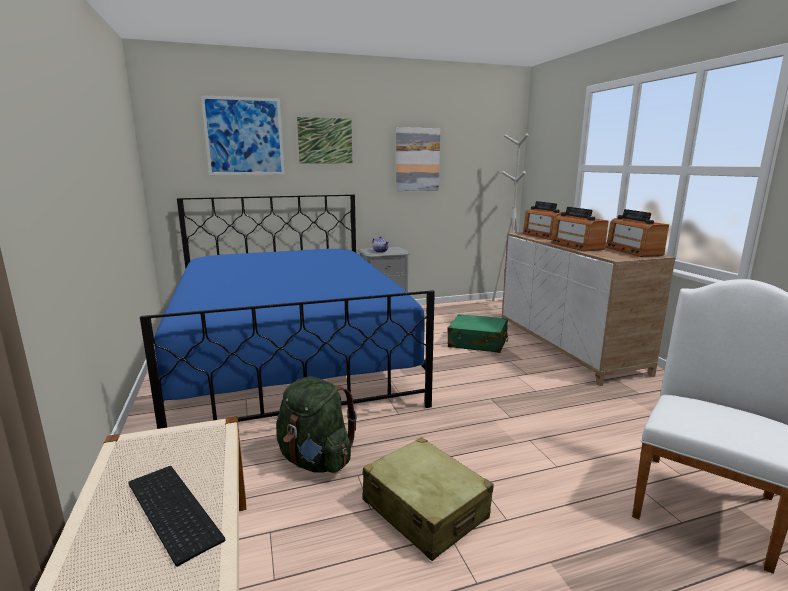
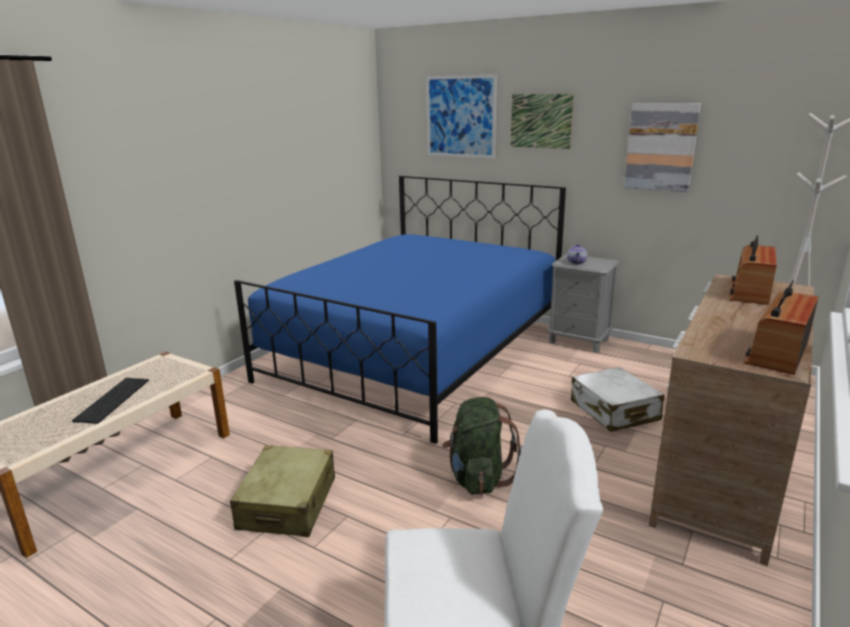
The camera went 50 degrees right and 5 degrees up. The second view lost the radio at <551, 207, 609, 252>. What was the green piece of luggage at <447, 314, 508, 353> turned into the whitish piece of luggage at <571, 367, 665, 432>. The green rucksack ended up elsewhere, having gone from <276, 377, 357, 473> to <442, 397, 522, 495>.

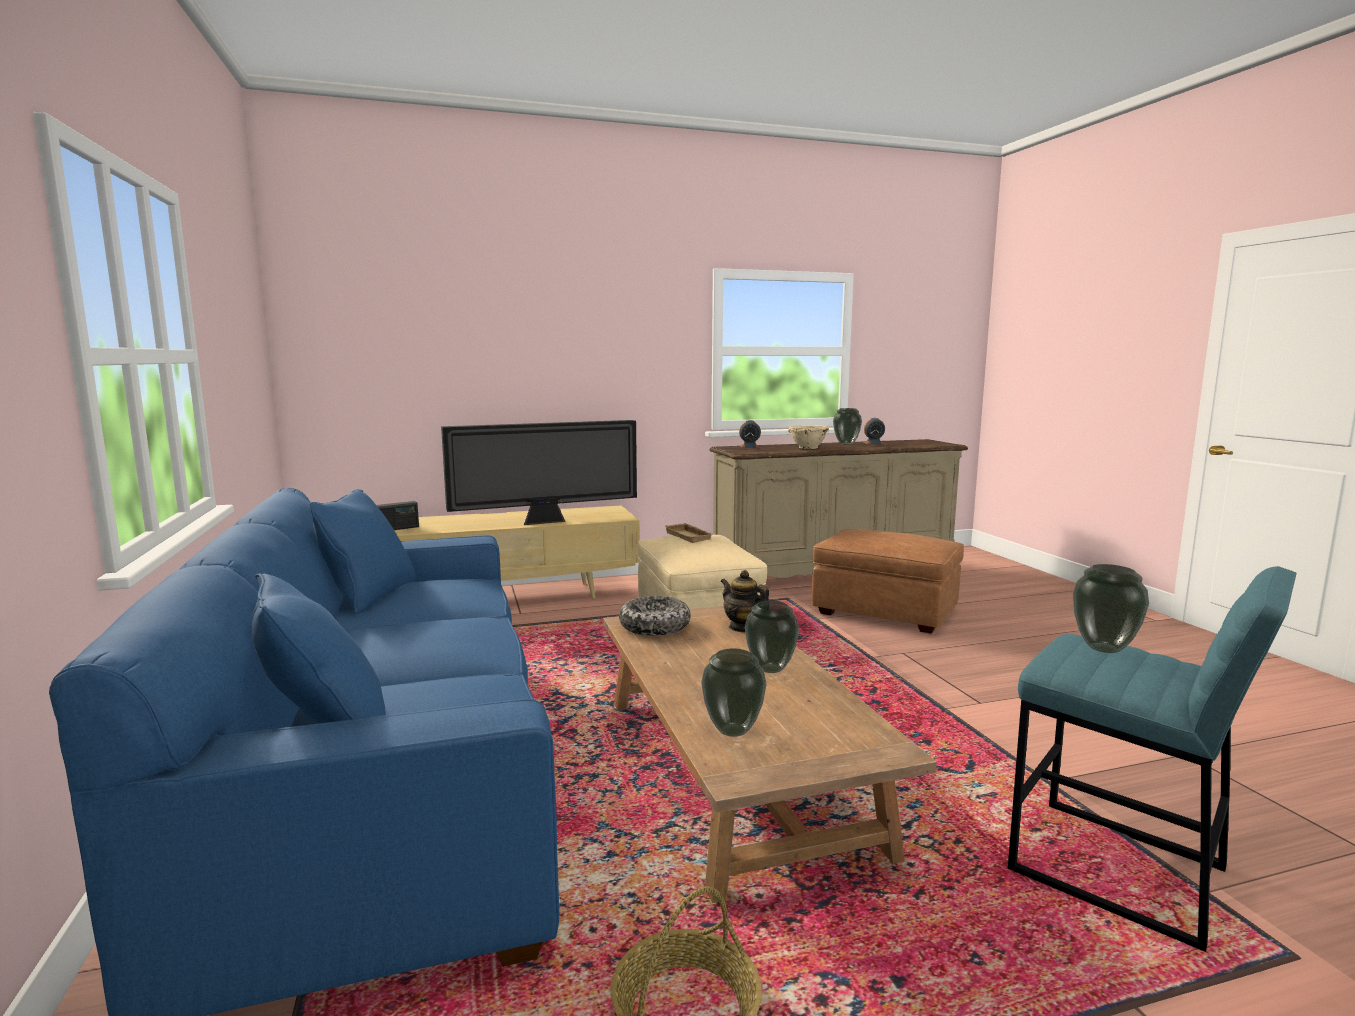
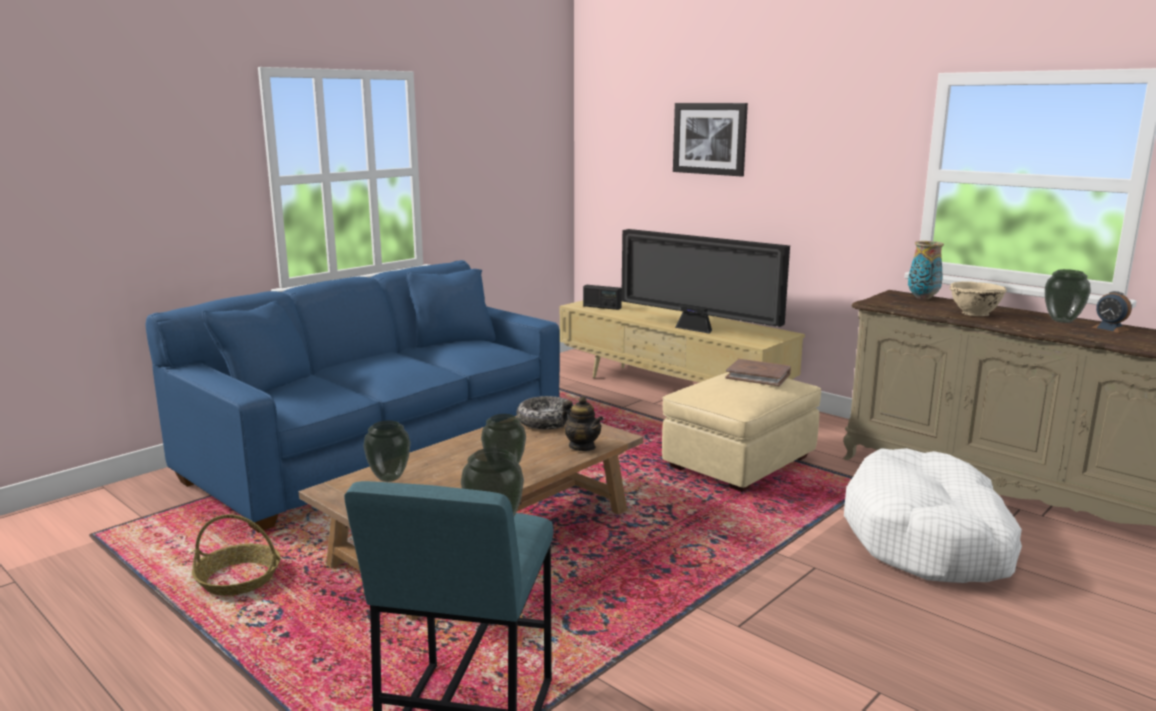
The camera went 60 degrees right and 5 degrees up. Where the alarm clock stood at <739, 420, 761, 448>, the flower vase came to stand at <908, 241, 944, 299>. Where the sand-coloured carrying tray stood at <664, 523, 714, 543>, the brown-coloured book came to stand at <725, 359, 791, 386>. Where the brown-coloured pouffe stood at <812, 529, 964, 634>, the whitish dog cushion came to stand at <844, 448, 1022, 583>. The pot for tea at <721, 570, 769, 632> ended up facing another way, 120 degrees clockwise from before. The second view gained the wall picture at <673, 103, 748, 176>.

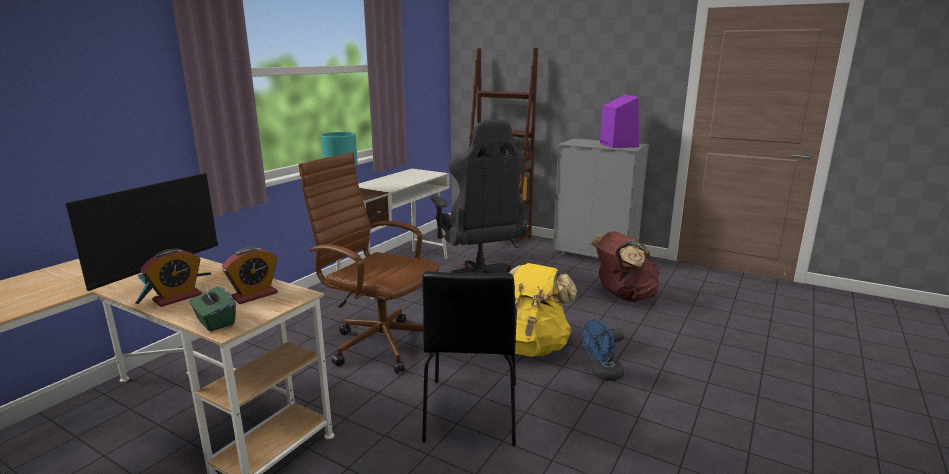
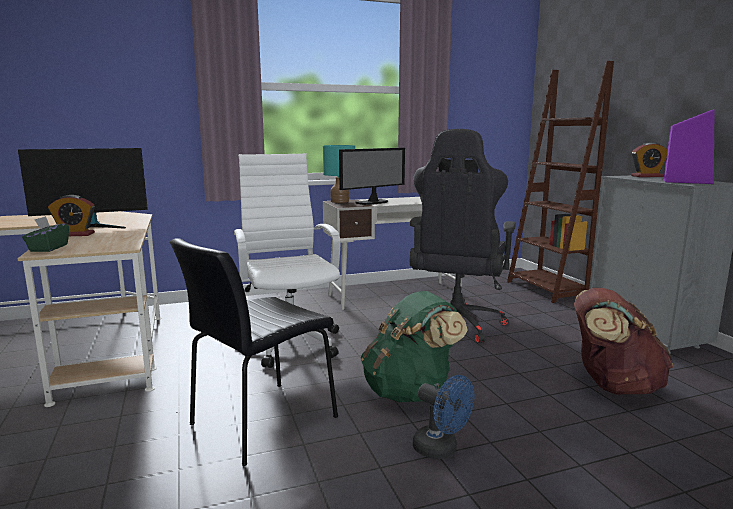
The camera went 40 degrees right and 5 degrees down. What was the brown-coloured computer chair at <299, 152, 439, 373> turned into the whitish computer chair at <234, 153, 341, 368>. The alarm clock ended up elsewhere, having gone from <222, 247, 278, 304> to <631, 142, 667, 177>. What was the yellowish rucksack at <508, 263, 577, 357> turned into the green rucksack at <361, 291, 468, 402>. The blue fan at <582, 319, 624, 381> ended up facing another way, 150 degrees counterclockwise from before. The second view gained the monitor at <339, 148, 405, 205>.

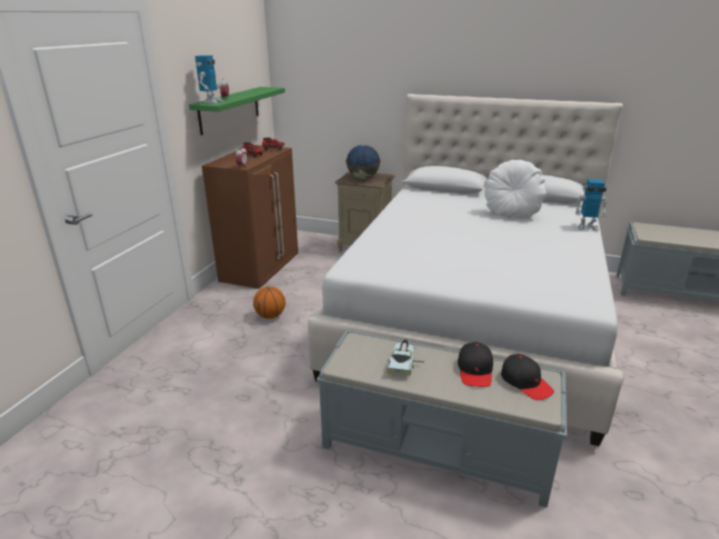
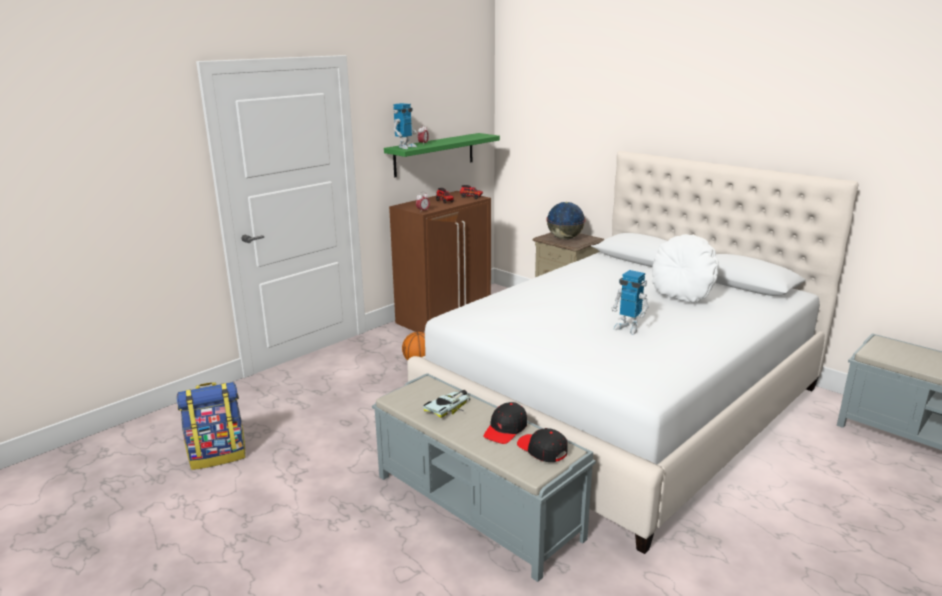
The camera went 25 degrees right and 5 degrees down. The model robot ended up elsewhere, having gone from <575, 179, 607, 232> to <611, 270, 649, 335>. The blackish baseball cap at <501, 354, 554, 401> ended up facing another way, 150 degrees clockwise from before. The second view gained the rucksack at <177, 382, 246, 470>.

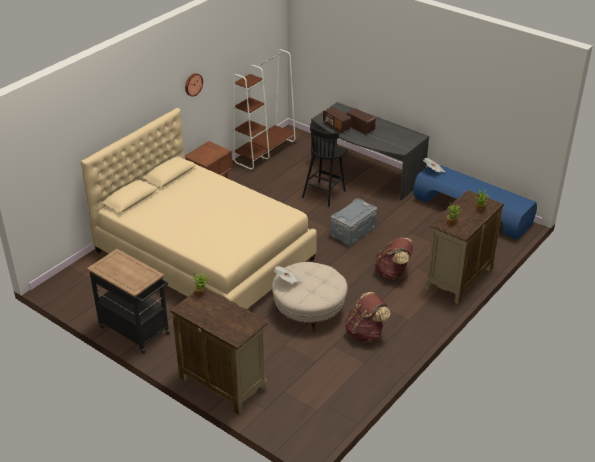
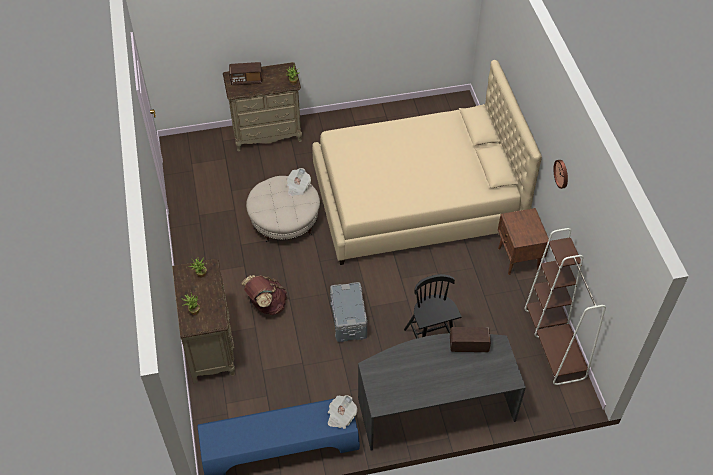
The camera went 130 degrees right and 15 degrees up. The radio ended up elsewhere, having gone from <346, 108, 376, 134> to <229, 62, 262, 85>. The second view lost the blackish wheeled cart at <87, 249, 170, 354>. The second view lost the brown-coloured rucksack at <345, 292, 391, 342>.

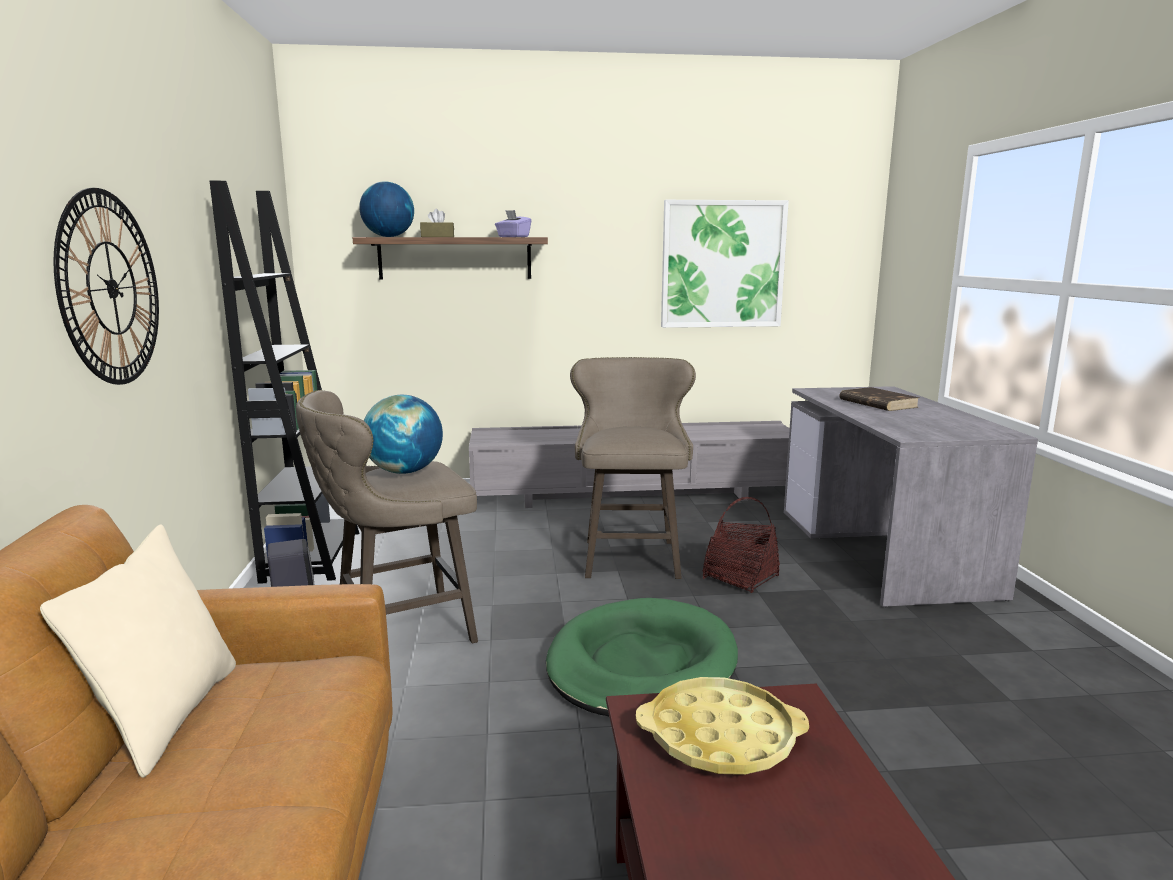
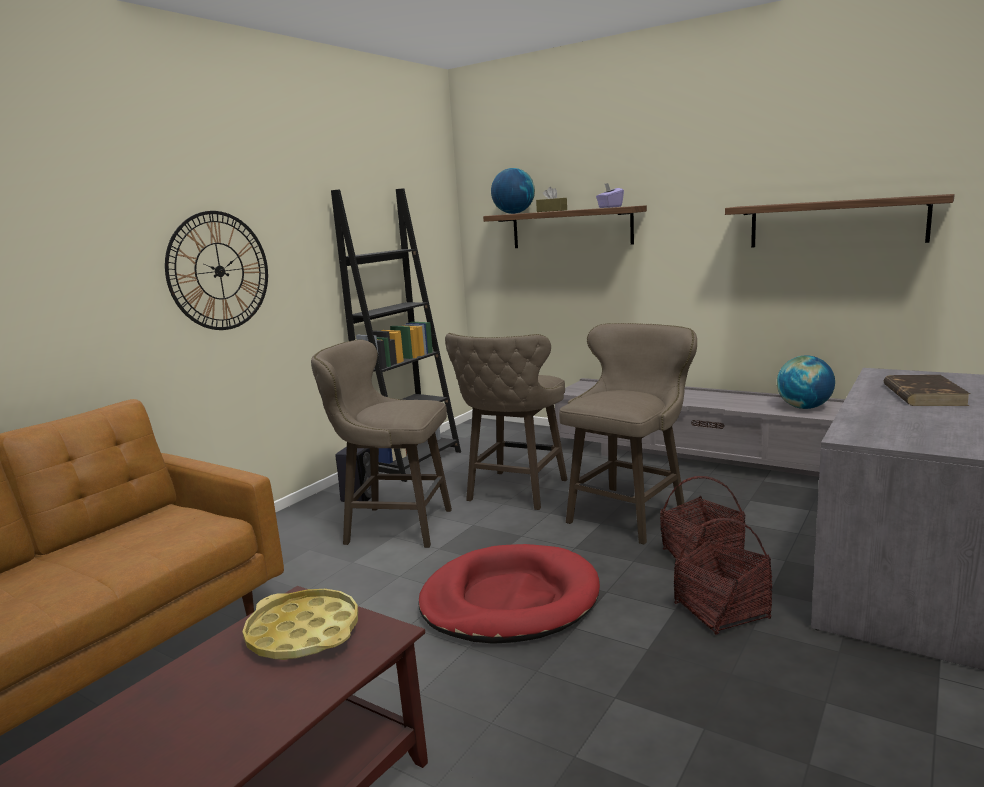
The camera went 40 degrees right and 0 degrees up. Where the wall picture hung at <661, 200, 789, 328>, the shelf came to hang at <725, 194, 955, 247>. The world globe ended up elsewhere, having gone from <364, 395, 443, 474> to <777, 355, 835, 409>. The second view lost the sand-coloured cushion at <40, 525, 236, 778>. What was the green dog cushion at <546, 598, 738, 716> turned into the red-coloured dog cushion at <418, 544, 600, 644>. The second view gained the sand-coloured sitting stool at <445, 333, 567, 510>. The second view gained the basket at <674, 518, 772, 635>.

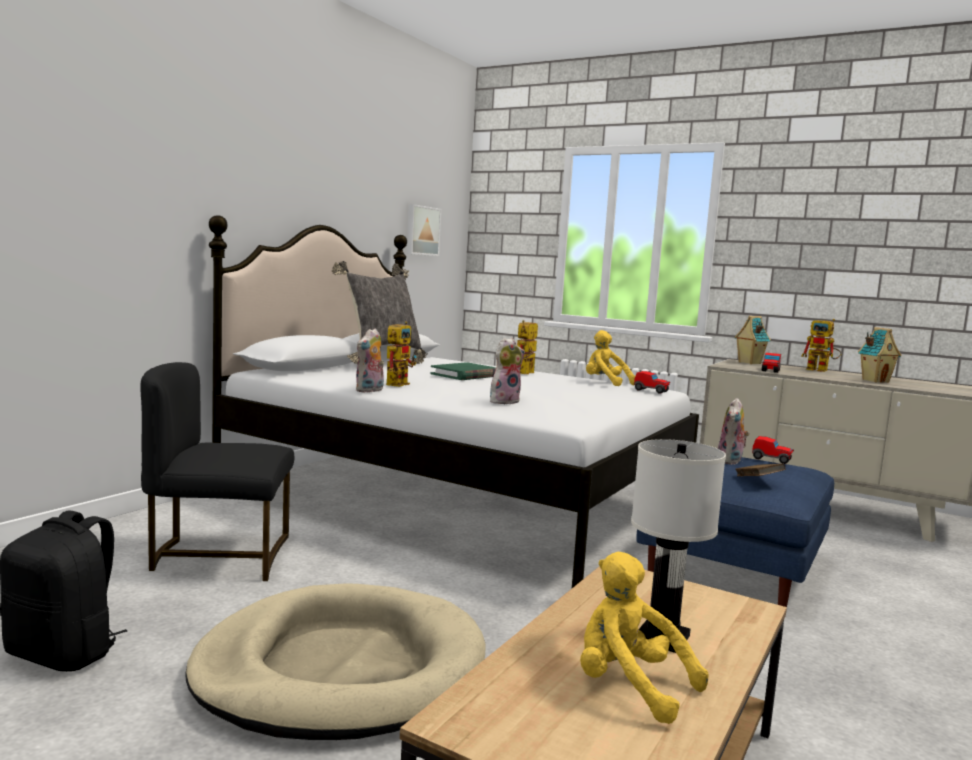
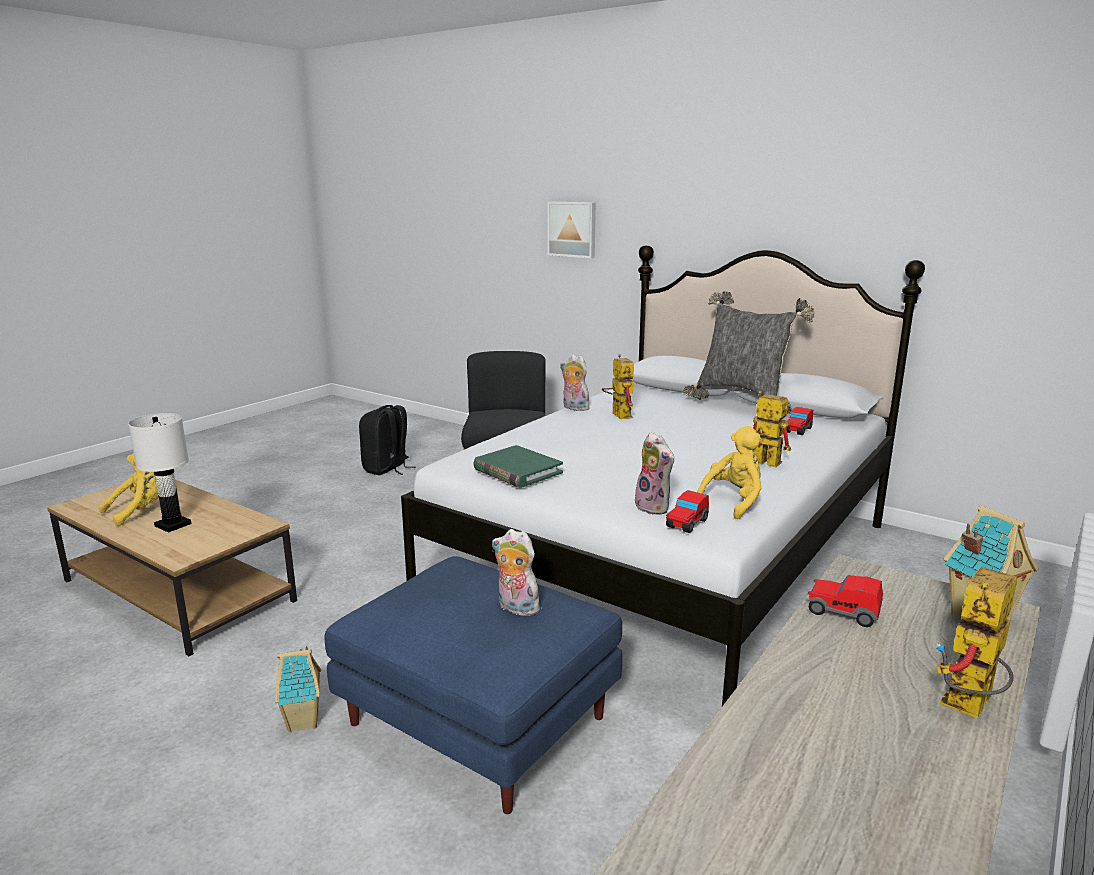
The camera went 95 degrees right and 10 degrees up. The wall picture ended up elsewhere, having gone from <407, 204, 441, 256> to <548, 202, 596, 258>. The model robot at <386, 321, 417, 387> ended up facing another way, 135 degrees counterclockwise from before. The model house ended up elsewhere, having gone from <858, 327, 902, 383> to <275, 646, 321, 732>. The plush toy ended up elsewhere, having gone from <490, 338, 525, 404> to <634, 432, 675, 515>. The green book ended up elsewhere, having gone from <430, 362, 496, 380> to <473, 445, 563, 488>. The miniature car ended up elsewhere, having gone from <752, 436, 794, 464> to <787, 407, 813, 435>. The second view lost the brown-coloured book at <735, 464, 786, 476>. The second view lost the sand-coloured dog cushion at <186, 583, 486, 740>.

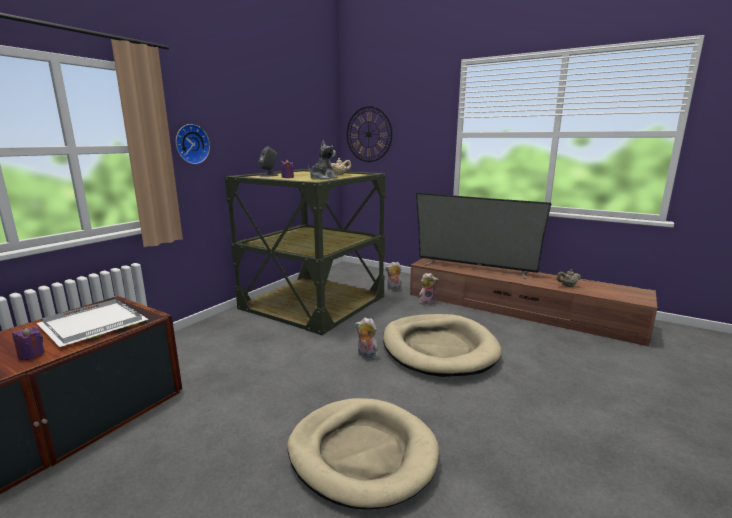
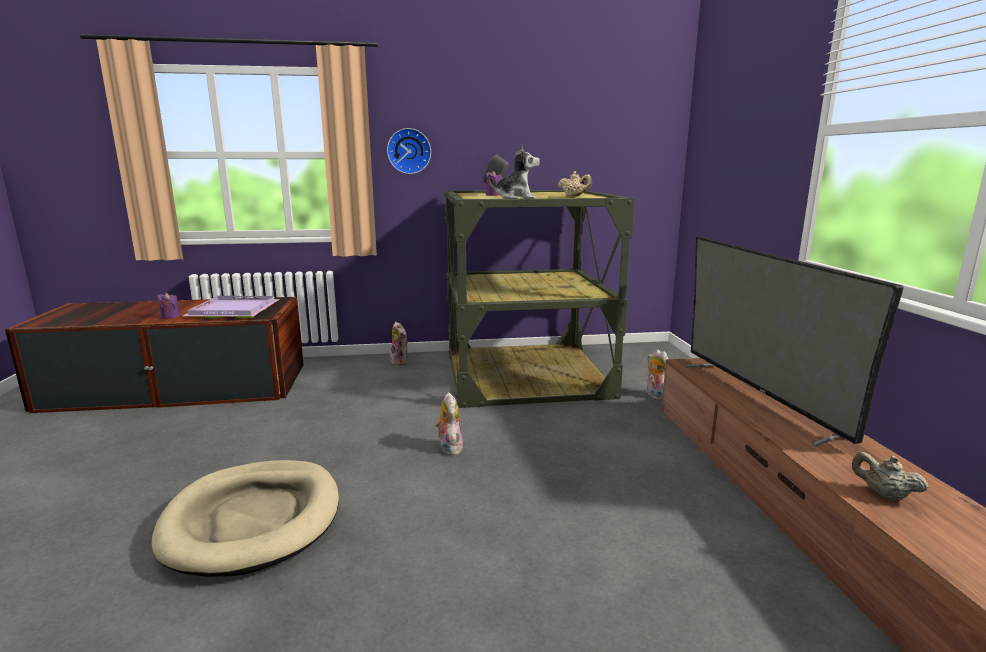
The camera went 50 degrees right and 0 degrees up. The second view lost the wall clock at <347, 106, 392, 162>. The plush toy ended up elsewhere, having gone from <419, 273, 439, 305> to <390, 322, 408, 365>. What was the whitish carrying tray at <37, 299, 149, 347> turned into the purple-coloured carrying tray at <183, 296, 280, 319>. The second view lost the sand-coloured dog cushion at <383, 314, 502, 377>.

